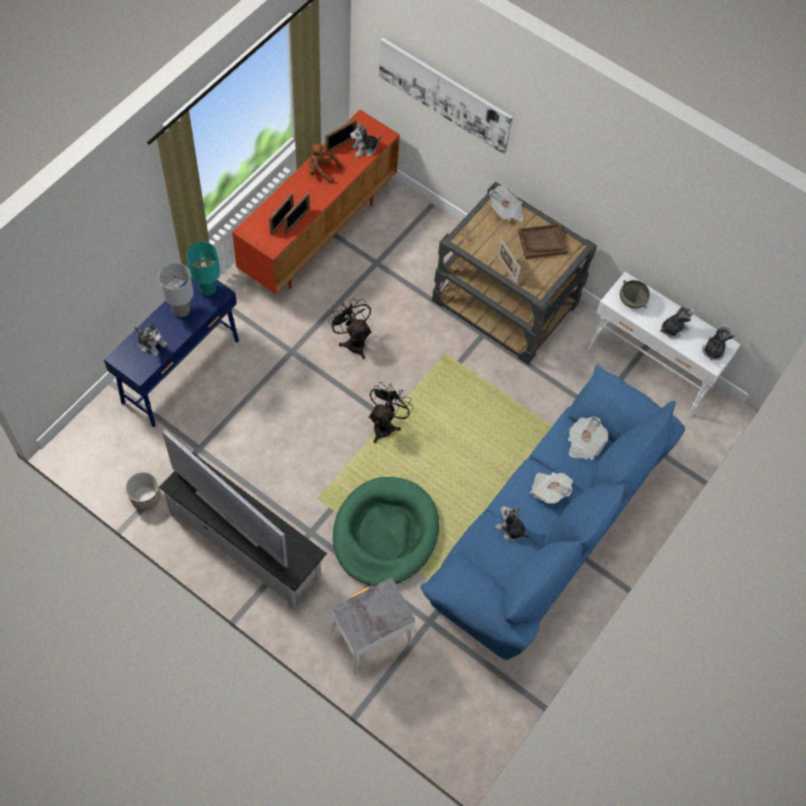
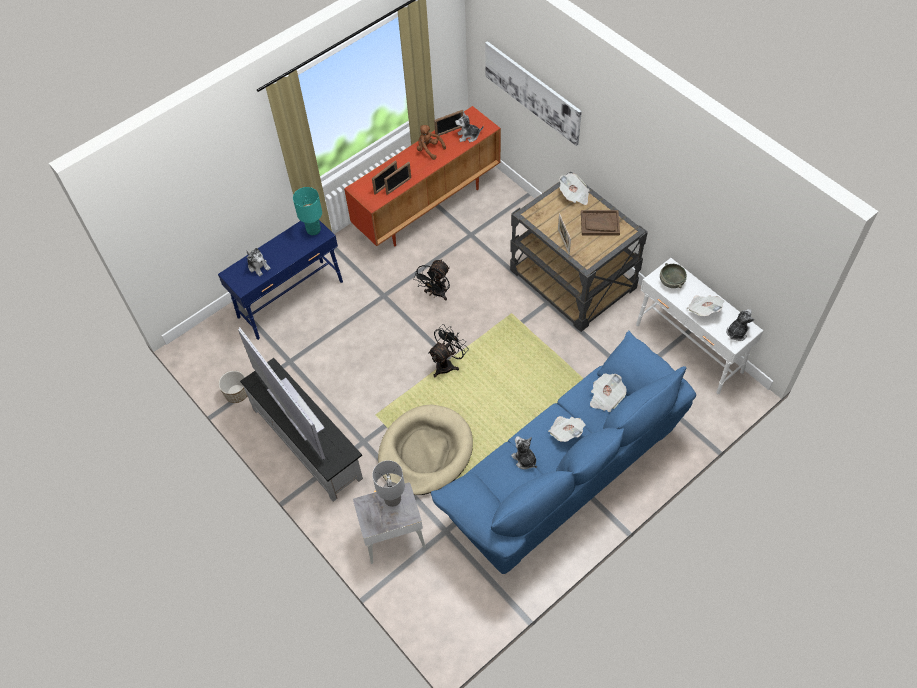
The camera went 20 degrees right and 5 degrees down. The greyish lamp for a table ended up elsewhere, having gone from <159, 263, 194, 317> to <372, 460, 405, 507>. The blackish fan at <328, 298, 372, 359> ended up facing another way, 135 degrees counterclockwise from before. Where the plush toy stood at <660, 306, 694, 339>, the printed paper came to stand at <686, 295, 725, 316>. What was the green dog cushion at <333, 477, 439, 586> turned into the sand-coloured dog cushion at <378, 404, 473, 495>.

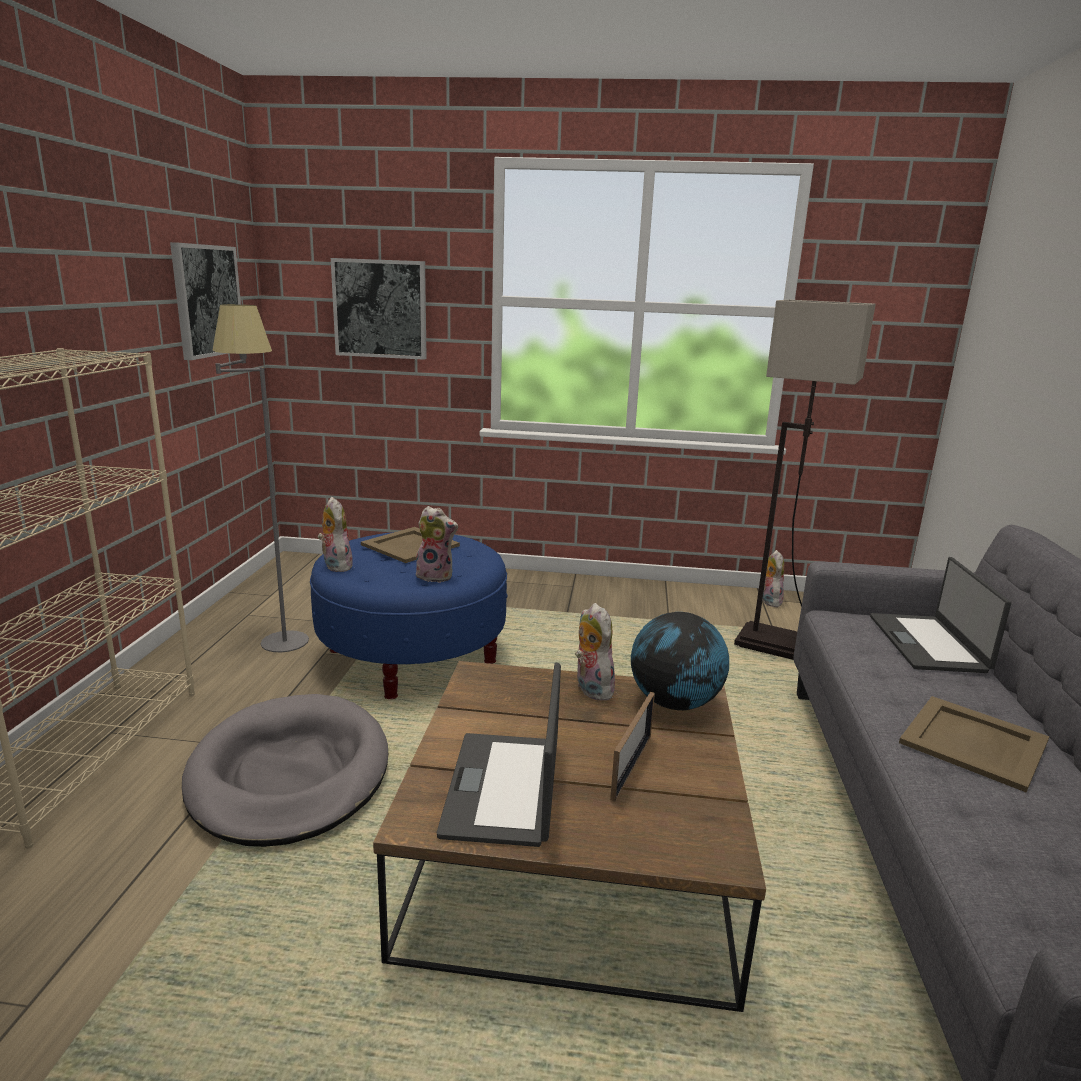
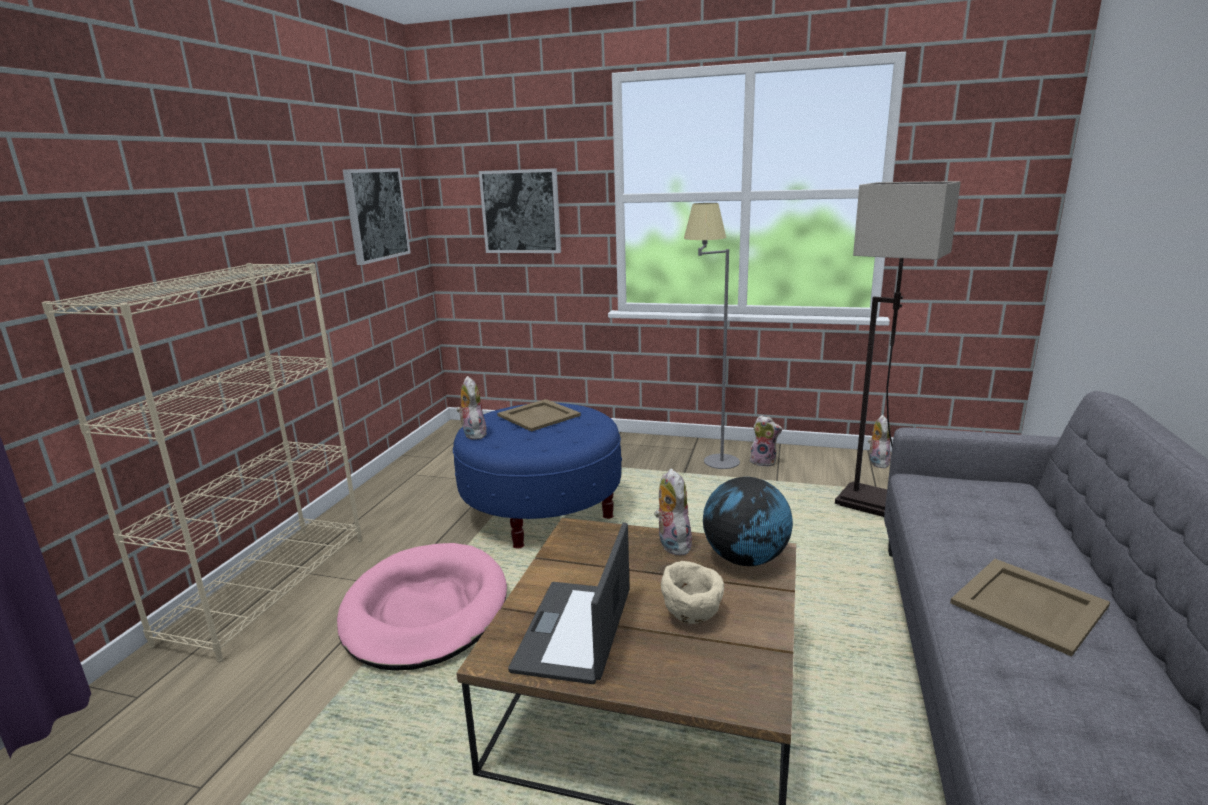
The camera went 10 degrees right and 0 degrees up. The greyish standing lamp ended up elsewhere, having gone from <212, 304, 309, 652> to <684, 203, 740, 469>. The plush toy ended up elsewhere, having gone from <416, 506, 458, 582> to <750, 415, 783, 467>. The second view lost the portable computer at <870, 557, 1011, 673>. Where the standing frame stood at <610, 692, 655, 801>, the sand-coloured bowl came to stand at <661, 561, 724, 624>. What was the greyish dog cushion at <182, 694, 388, 847> turned into the pink-coloured dog cushion at <337, 543, 507, 671>.

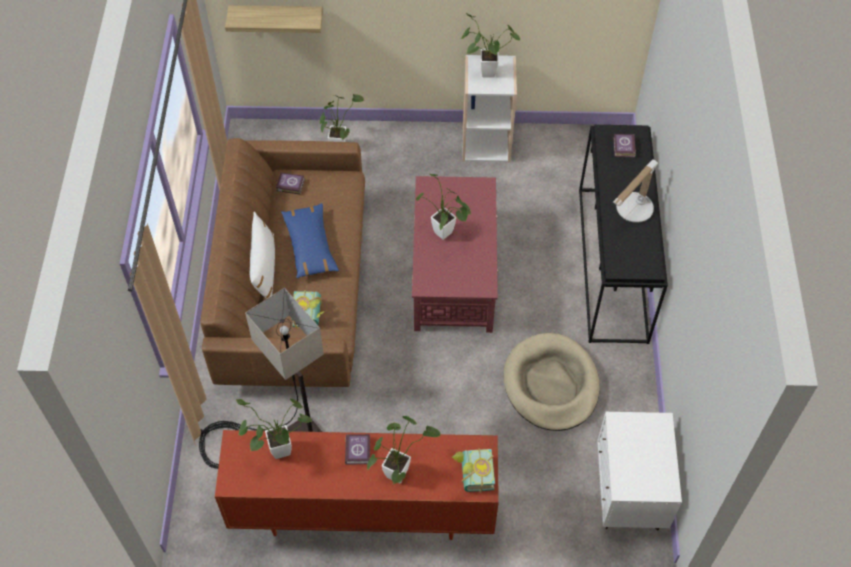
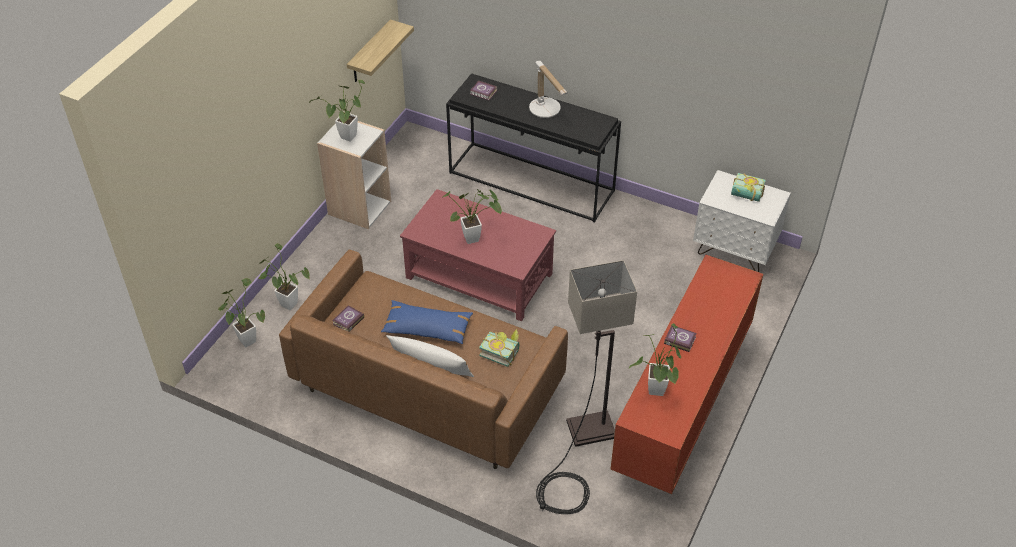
The camera went 65 degrees left and 10 degrees down. The shelf ended up elsewhere, having gone from <225, 5, 323, 33> to <347, 20, 414, 82>. The second view lost the sand-coloured dog cushion at <503, 333, 600, 431>. The houseplant ended up elsewhere, having gone from <367, 416, 440, 484> to <218, 278, 265, 347>. The book ended up elsewhere, having gone from <452, 448, 495, 493> to <731, 173, 766, 202>.

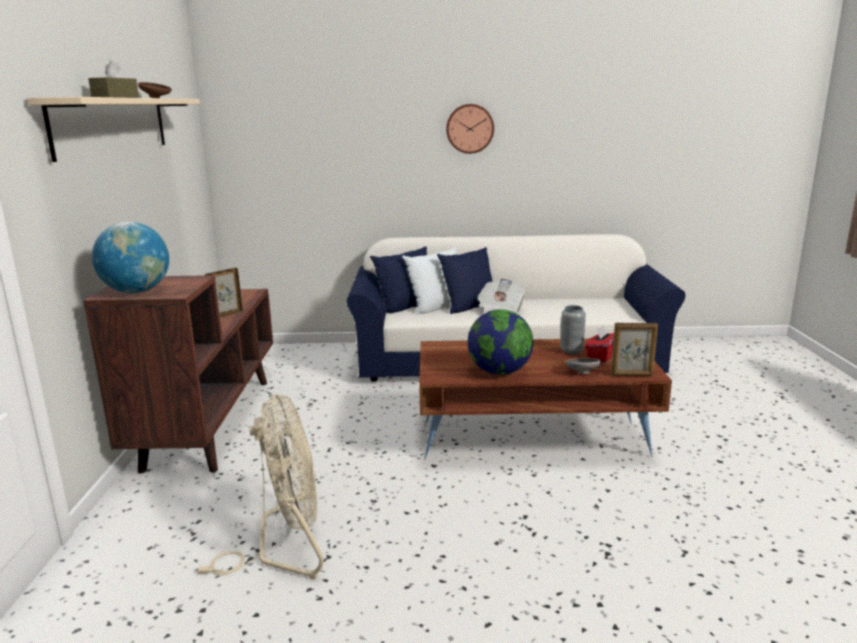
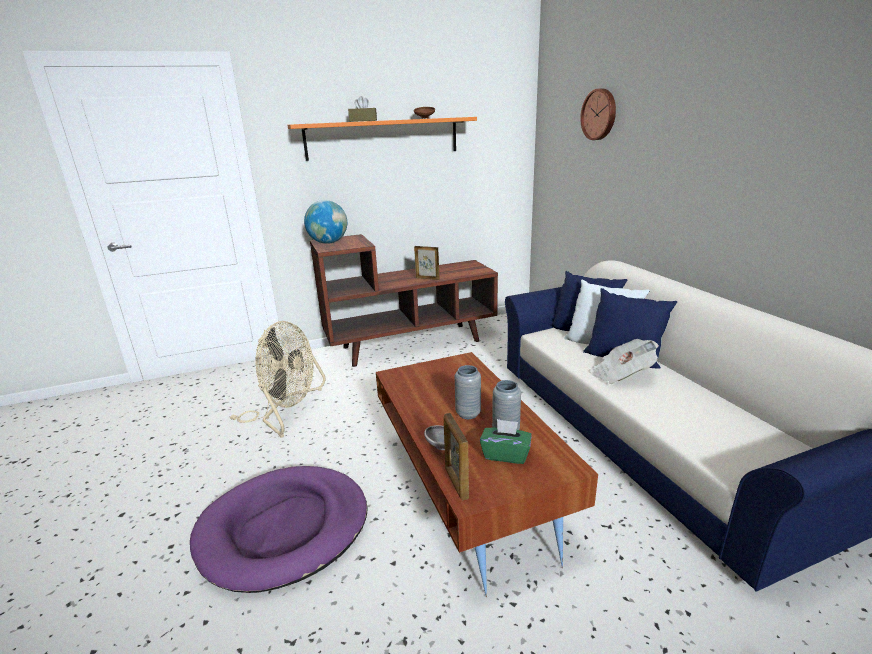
The camera went 70 degrees right and 5 degrees up. What was the sand-coloured shelf at <27, 97, 200, 162> turned into the orangey shelf at <288, 117, 477, 161>. The wall clock ended up elsewhere, having gone from <446, 104, 494, 154> to <580, 89, 616, 140>. The second view lost the world globe at <468, 309, 533, 375>. What was the red-coloured tissue box at <585, 325, 614, 362> turned into the green tissue box at <480, 419, 532, 464>. The sand-coloured fan at <195, 394, 324, 580> ended up facing another way, 45 degrees counterclockwise from before. The second view gained the greyish flower vase at <455, 365, 481, 419>. The second view gained the purple-coloured dog cushion at <190, 466, 368, 593>.

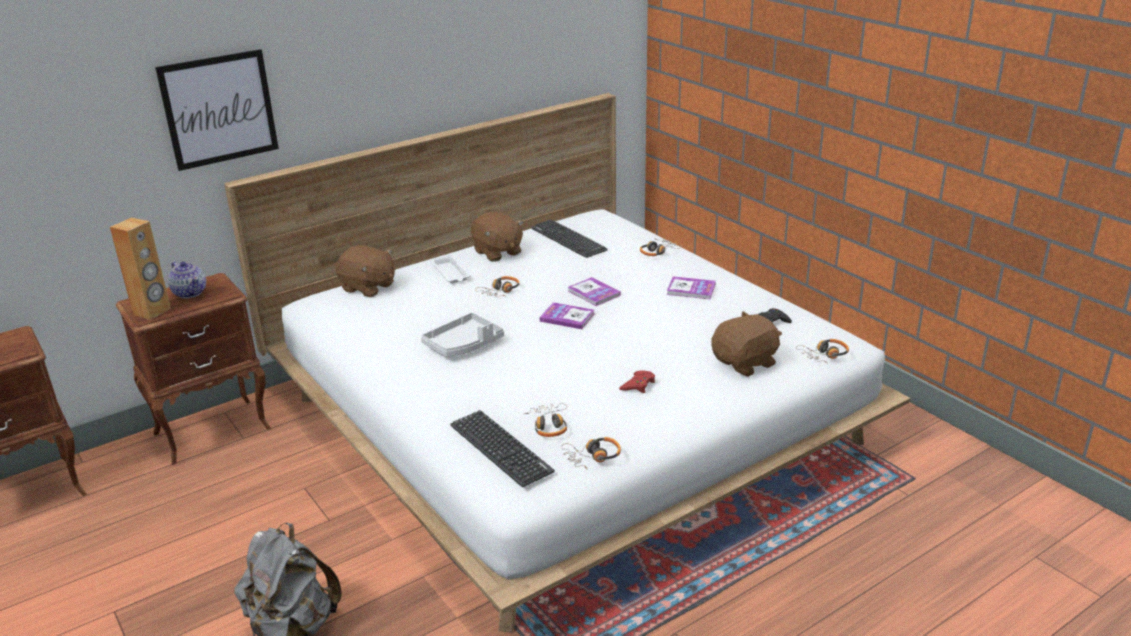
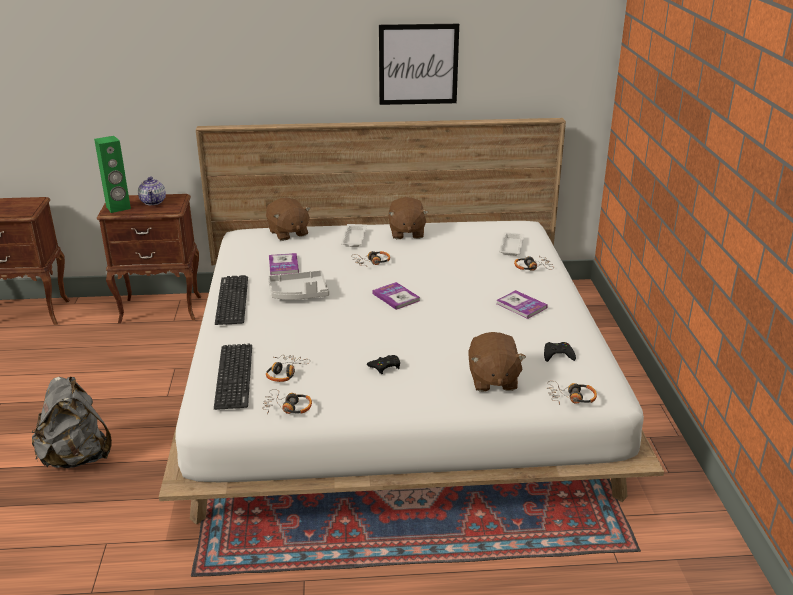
The camera went 30 degrees right and 0 degrees up. The wall picture ended up elsewhere, having gone from <155, 49, 279, 171> to <379, 24, 459, 105>. What was the brown-coloured speaker at <110, 217, 171, 320> turned into the green speaker at <94, 136, 131, 213>. The keyboard ended up elsewhere, having gone from <531, 219, 607, 258> to <215, 275, 248, 325>. The book ended up elsewhere, having gone from <568, 277, 621, 306> to <269, 253, 299, 275>. The brown-coloured plush toy at <711, 311, 782, 377> ended up facing another way, 90 degrees clockwise from before. What was the red-coloured gamepad at <619, 370, 655, 393> turned into the blackish gamepad at <367, 355, 400, 374>. The second view gained the whitish carrying tray at <499, 232, 524, 256>.

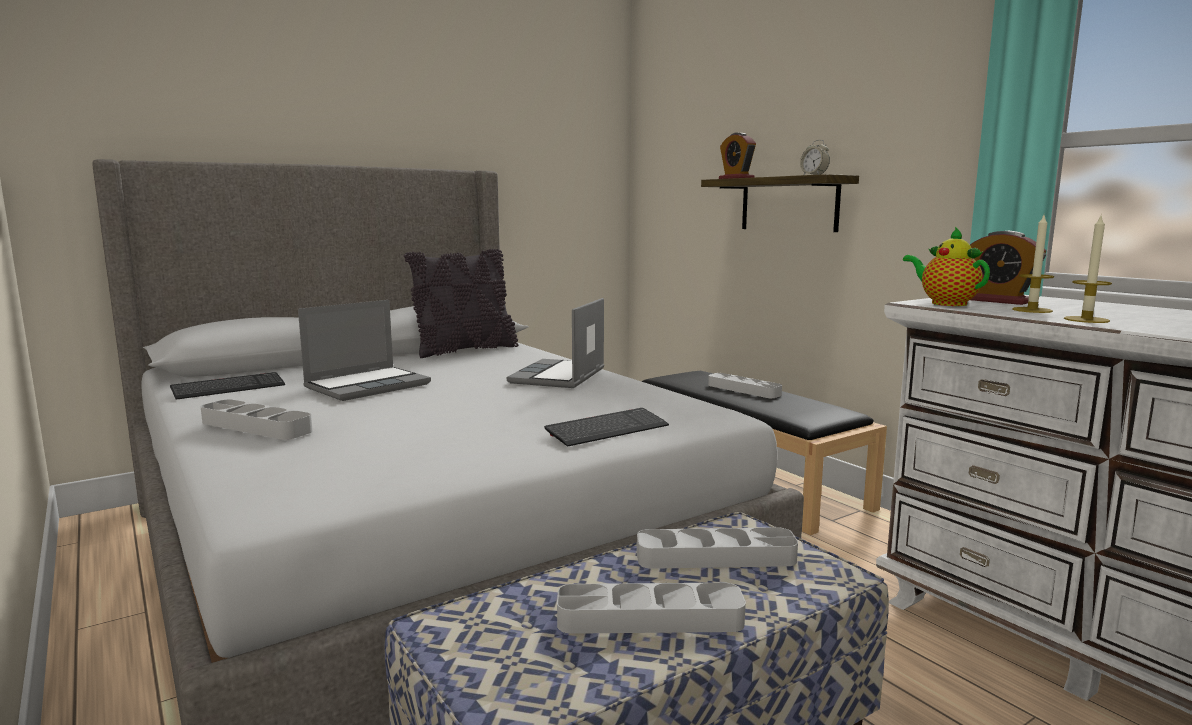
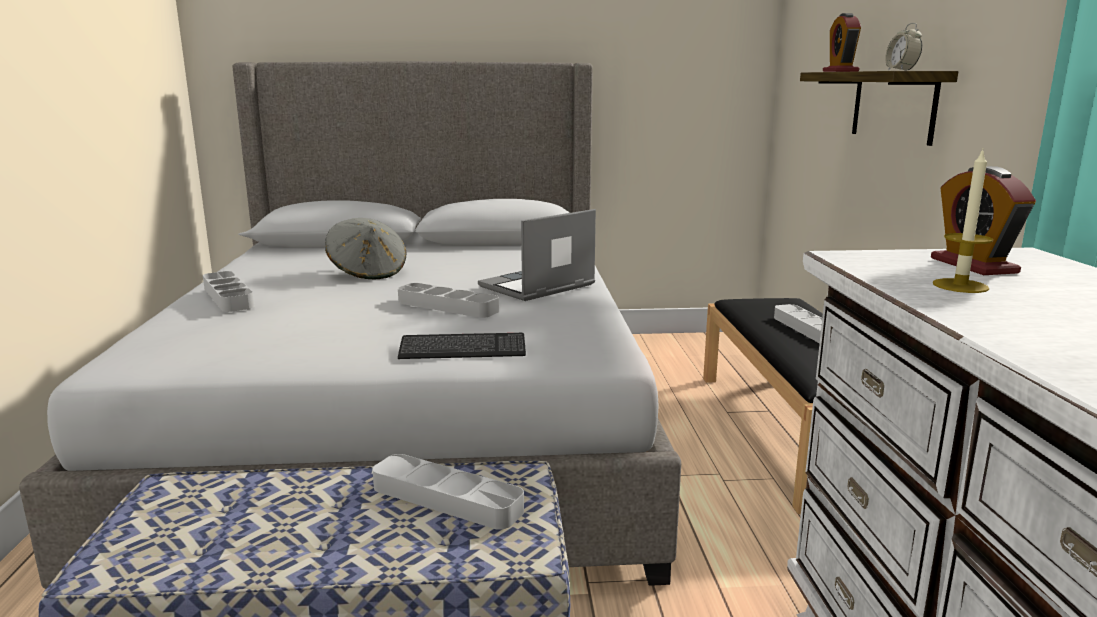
The camera went 30 degrees right and 5 degrees up. The second view lost the wax light at <1064, 214, 1112, 323>. The second view lost the pot for tea at <903, 227, 990, 306>. The second view lost the blackish cushion at <404, 249, 518, 358>. Where the portable computer stood at <298, 300, 431, 401>, the greyish hat came to stand at <325, 218, 407, 279>. The second view lost the keyboard at <170, 372, 285, 400>. The greyish carrying tray ended up elsewhere, having gone from <557, 583, 746, 634> to <398, 283, 499, 318>.

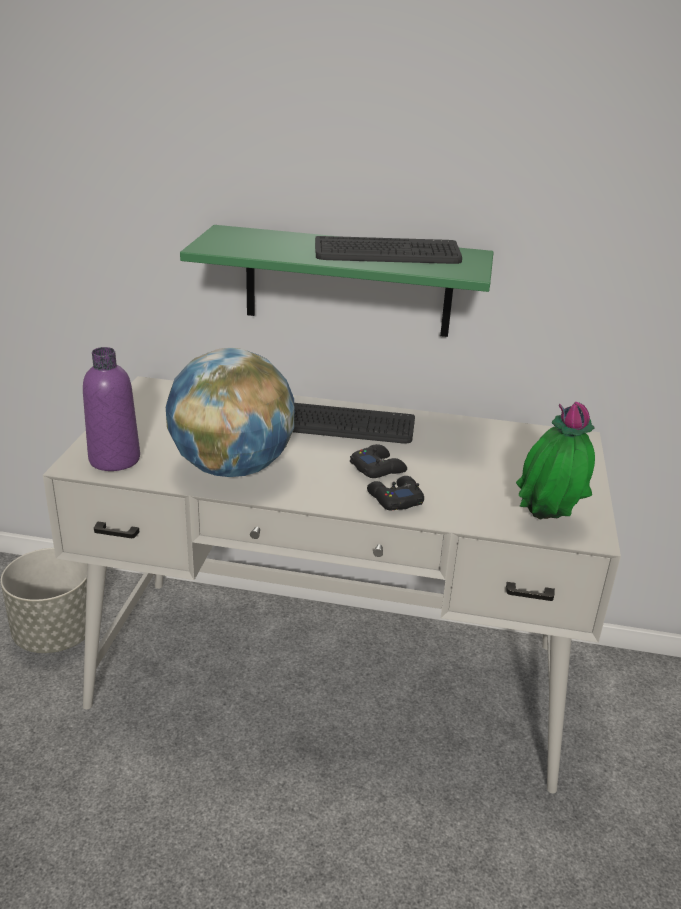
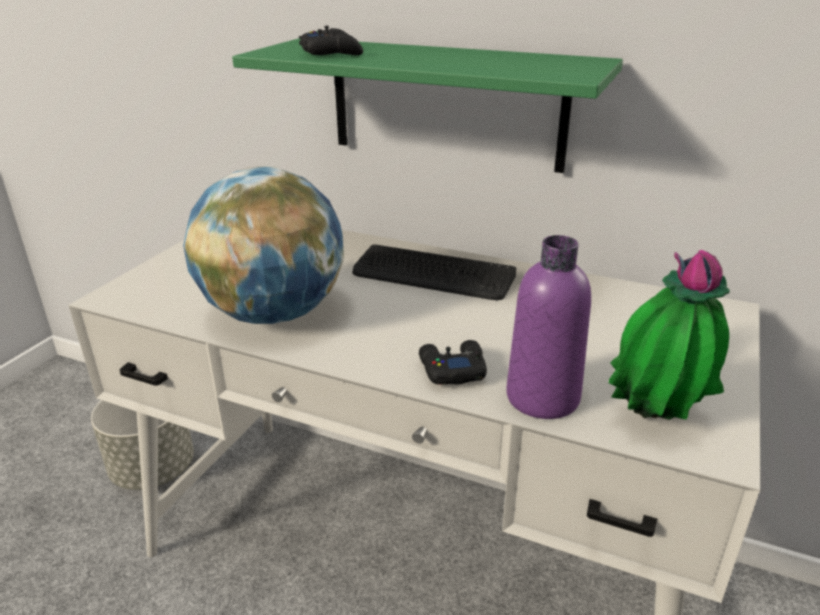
The camera went 15 degrees right and 0 degrees up. The second view lost the keyboard at <315, 236, 462, 264>. The purple-coloured beverage bottle ended up elsewhere, having gone from <83, 347, 140, 471> to <506, 235, 591, 419>. The blackish gamepad ended up elsewhere, having gone from <350, 444, 407, 478> to <299, 26, 363, 55>.

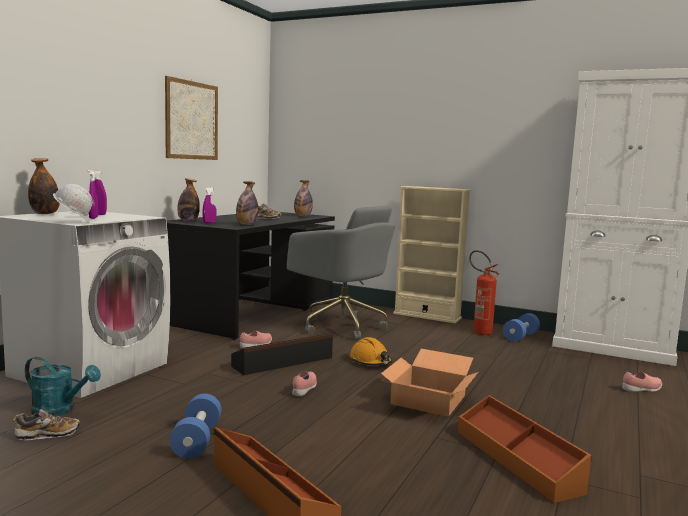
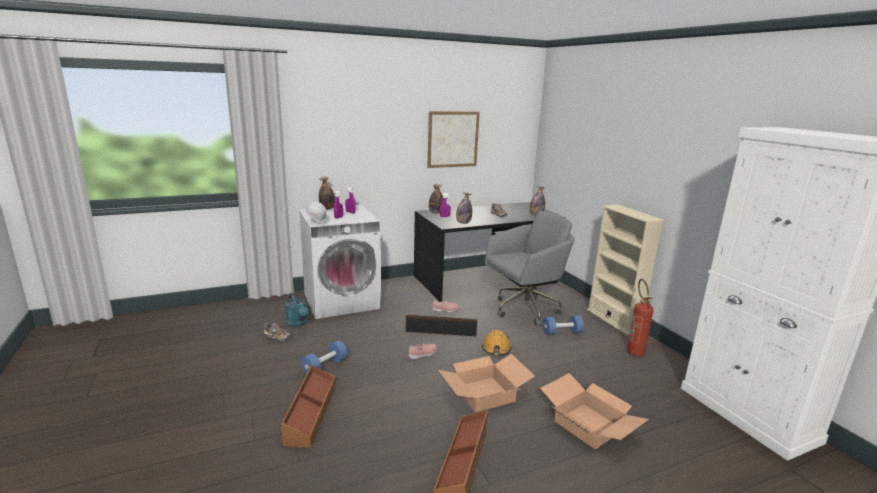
The camera went 40 degrees right and 10 degrees up. The greyish computer chair at <287, 206, 395, 340> ended up facing another way, 105 degrees counterclockwise from before. The blue hand weight ended up elsewhere, having gone from <503, 313, 540, 341> to <543, 316, 584, 335>. The second view lost the pink-coloured item of footwear at <622, 372, 662, 392>. The second view gained the packing box at <540, 373, 649, 450>.

